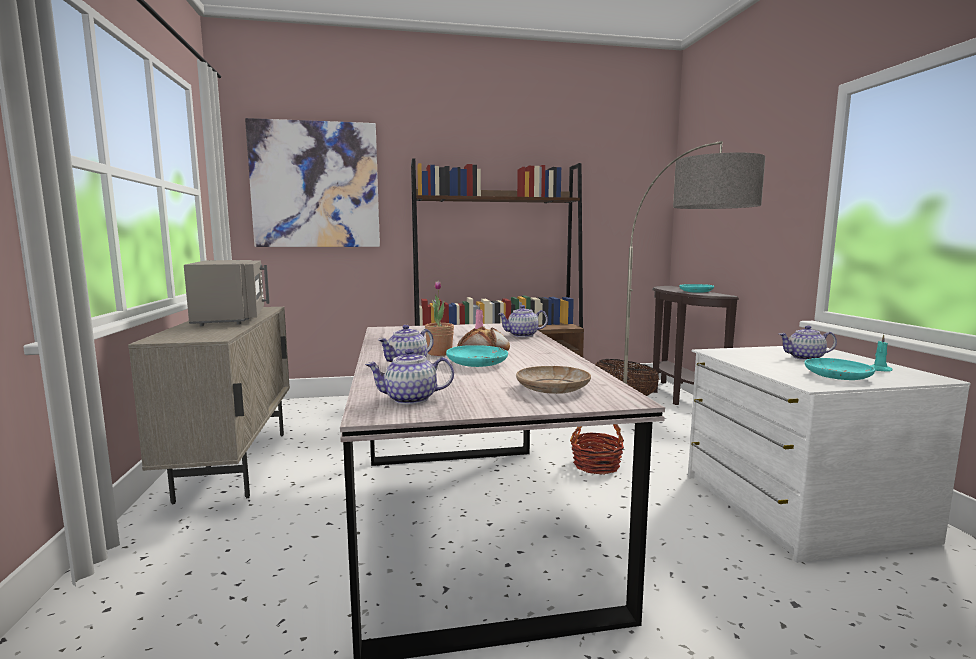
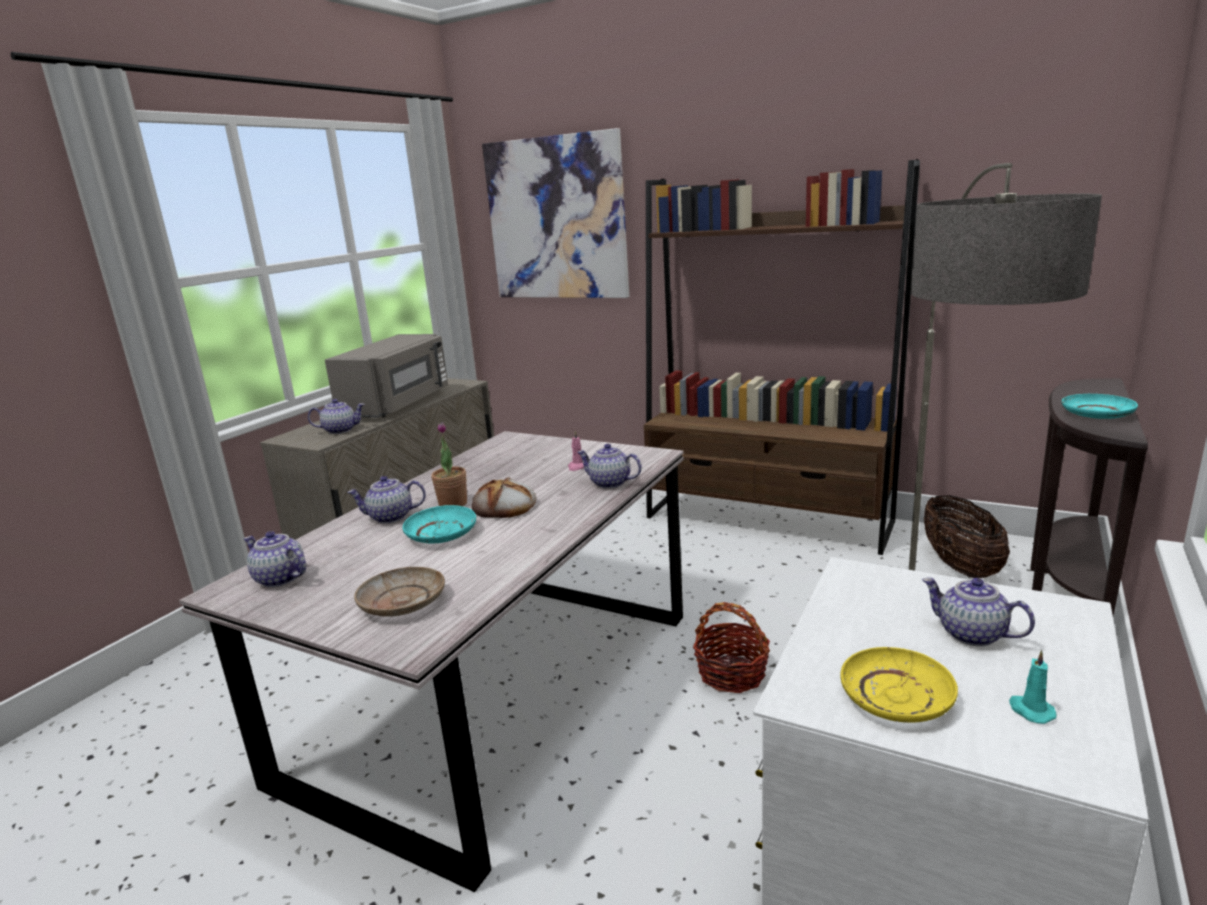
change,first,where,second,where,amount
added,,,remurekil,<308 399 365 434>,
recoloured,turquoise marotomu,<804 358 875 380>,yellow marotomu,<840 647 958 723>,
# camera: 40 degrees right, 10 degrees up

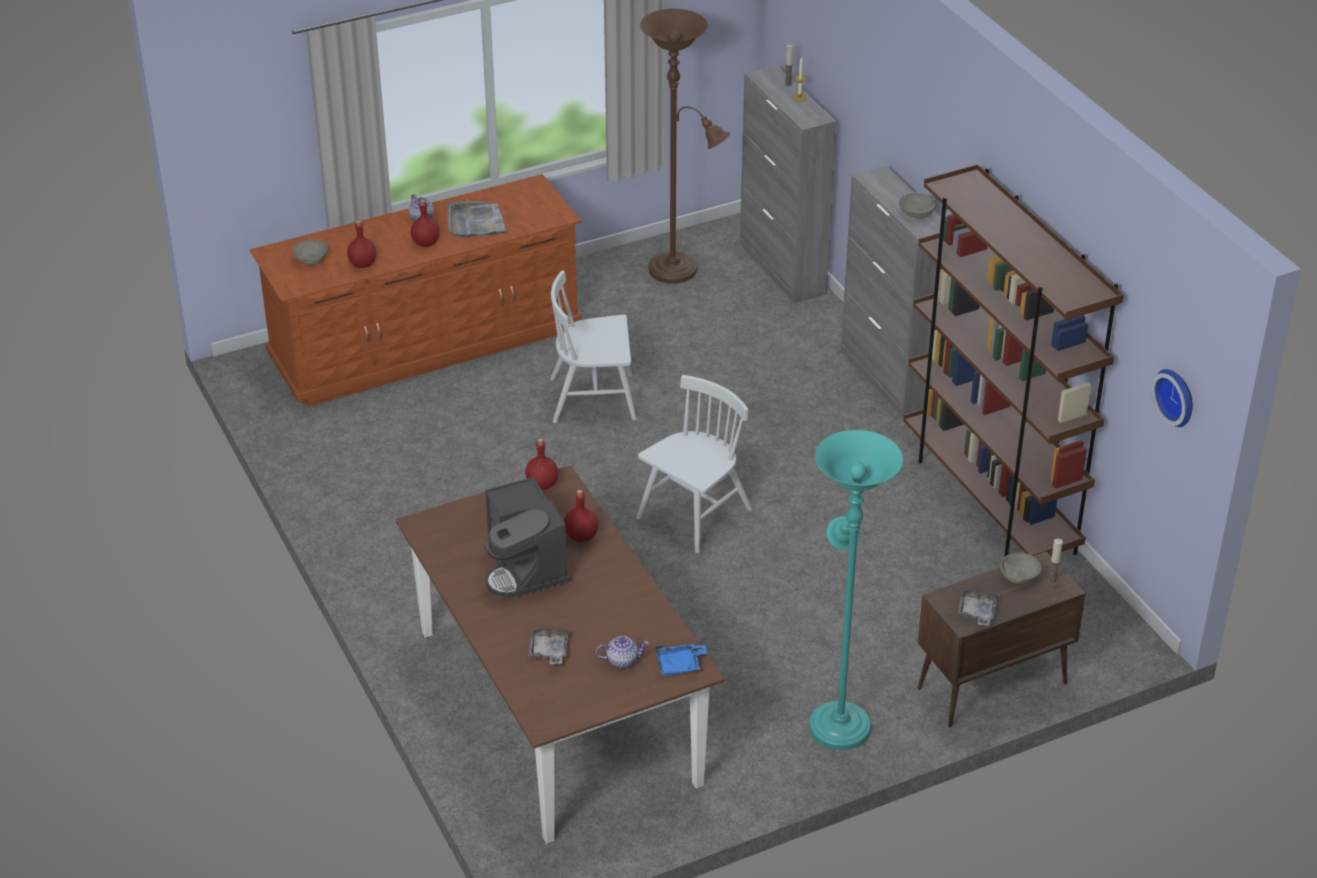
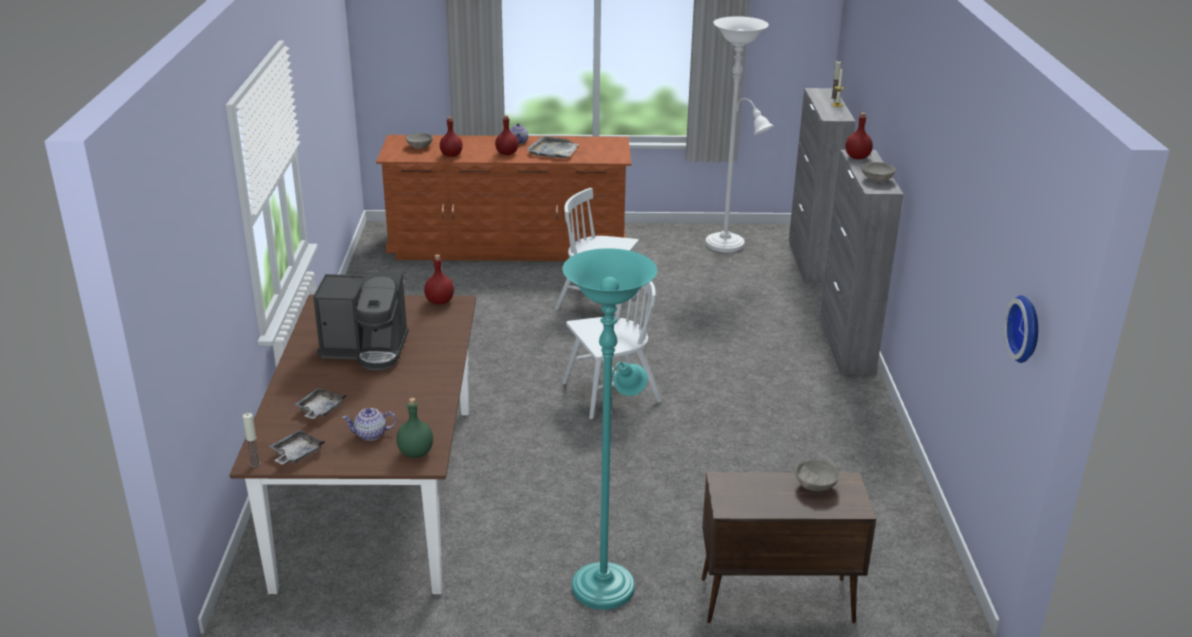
change,first,where,second,where,amount
removed,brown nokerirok,<904 164 1123 557>,,,
moved,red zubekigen,<564 490 598 542>,,<845 113 873 159>,
moved,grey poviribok,<958 589 998 626>,,<268 429 325 465>,
moved,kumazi,<1048 539 1063 585>,,<243 413 260 468>,
replaced,blue poviribok,<656 644 707 676>,green zubekigen,<396 398 433 458>,
recoloured,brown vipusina,<640 9 730 284>,white vipusina,<705 16 774 253>,
turned,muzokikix,<485 477 571 599>,,<313 271 409 371>,90 degrees counterclockwise
turned,remurekil,<596 636 649 669>,,<342 408 397 441>,150 degrees clockwise
# camera: 25 degrees right, 10 degrees down

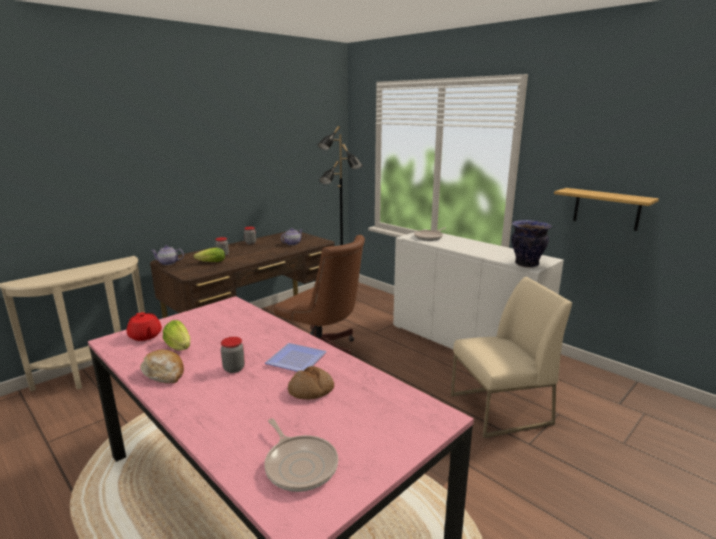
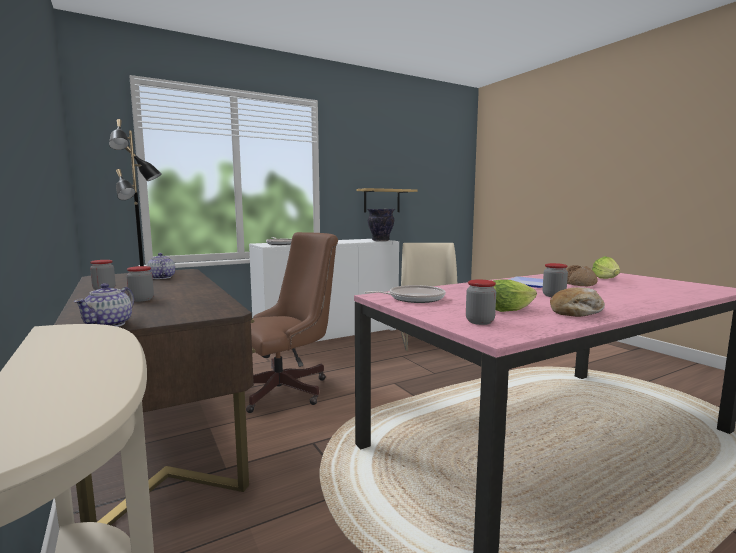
change,first,where,second,where,amount
moved,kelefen,<194 248 225 262>,,<592 256 620 279>,
moved,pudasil,<264 418 338 492>,,<364 285 446 303>,
replaced,red remurekil,<127 312 162 341>,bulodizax,<466 280 496 325>,
# camera: 75 degrees left, 10 degrees down

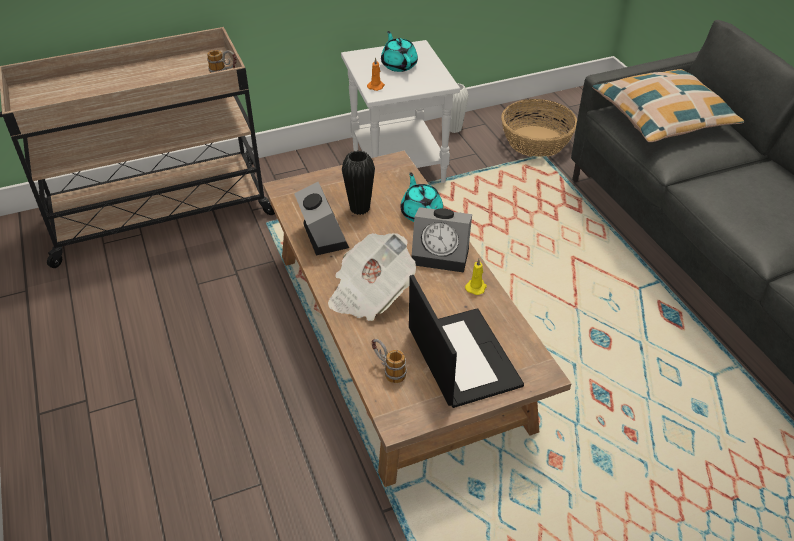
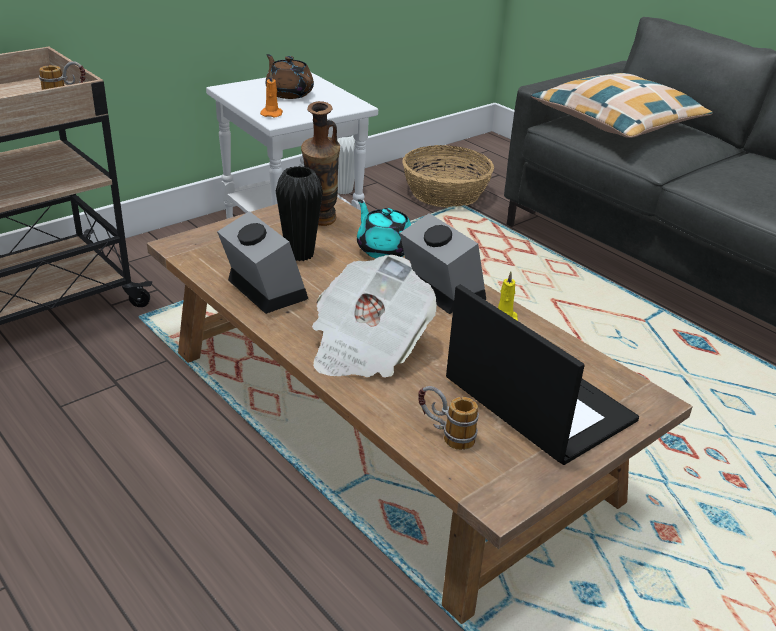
change,first,where,second,where,amount
added,,,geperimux,<301 101 340 226>,
recoloured,turquoise remurekil,<381 31 418 72>,brown remurekil,<266 54 314 99>,
turned,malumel,<411 207 472 273>,,<400 213 486 314>,120 degrees counterclockwise
# camera: 20 degrees left, 10 degrees down

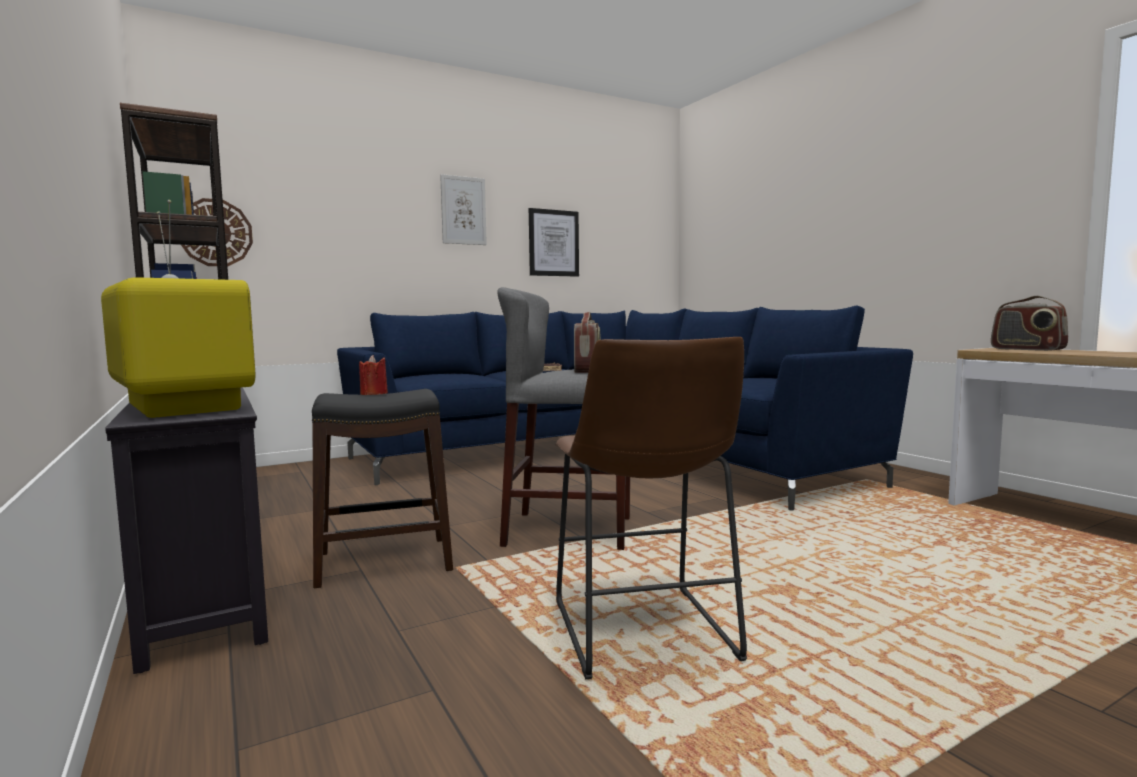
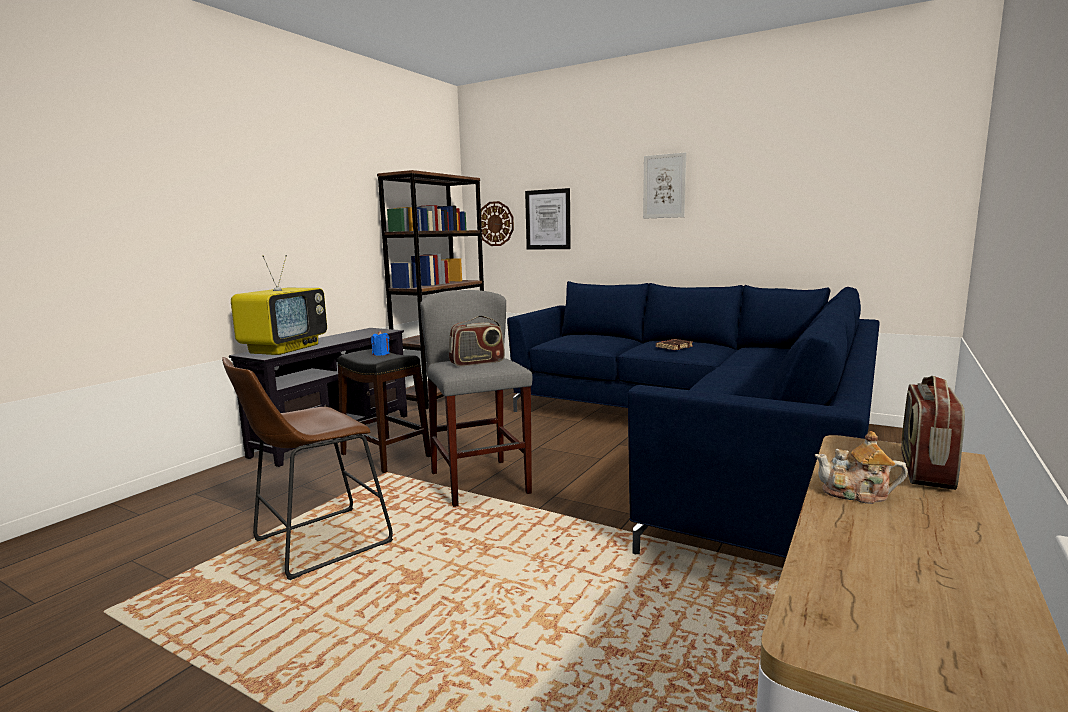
change,first,where,second,where,amount
added,,,remurekil,<815 431 908 504>,
moved,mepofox,<529 208 579 277>,,<525 188 571 250>,
recoloured,red kumazi,<359 355 388 395>,blue kumazi,<371 331 390 356>,
# camera: 60 degrees right, 5 degrees up

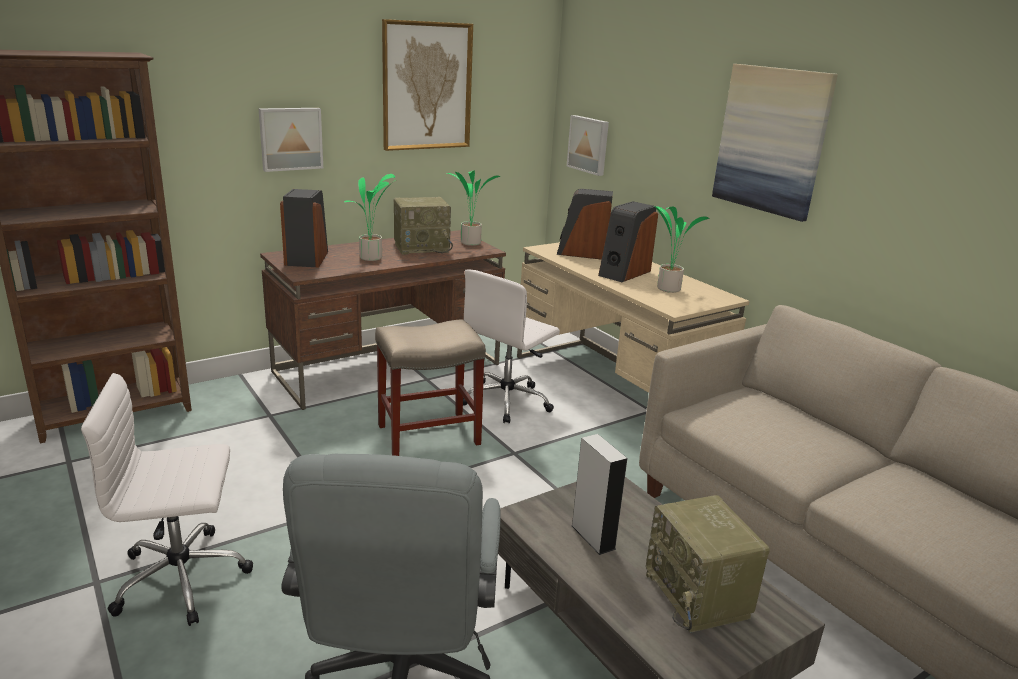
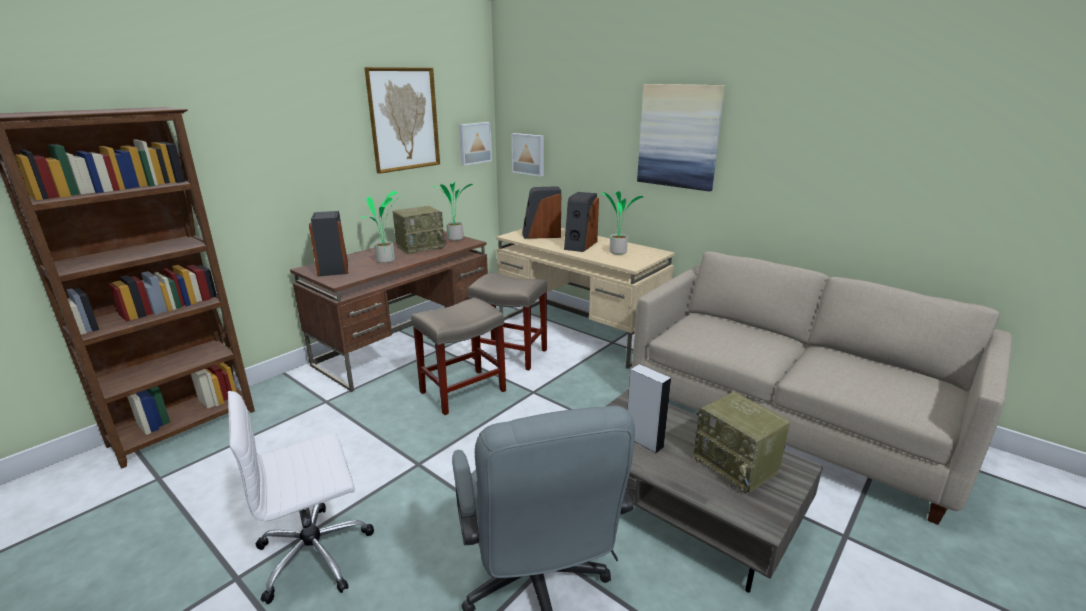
change,first,where,second,where,amount
moved,mepofox,<259 108 323 172>,,<459 122 492 166>,
replaced,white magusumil,<463 269 560 423>,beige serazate,<468 273 547 370>,
# camera: 15 degrees left, 0 degrees up

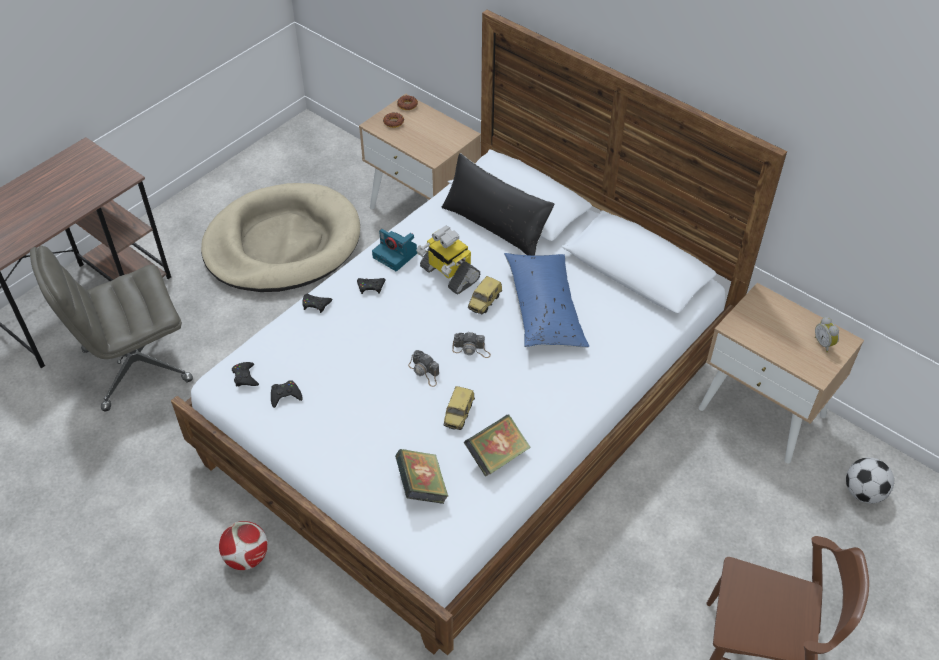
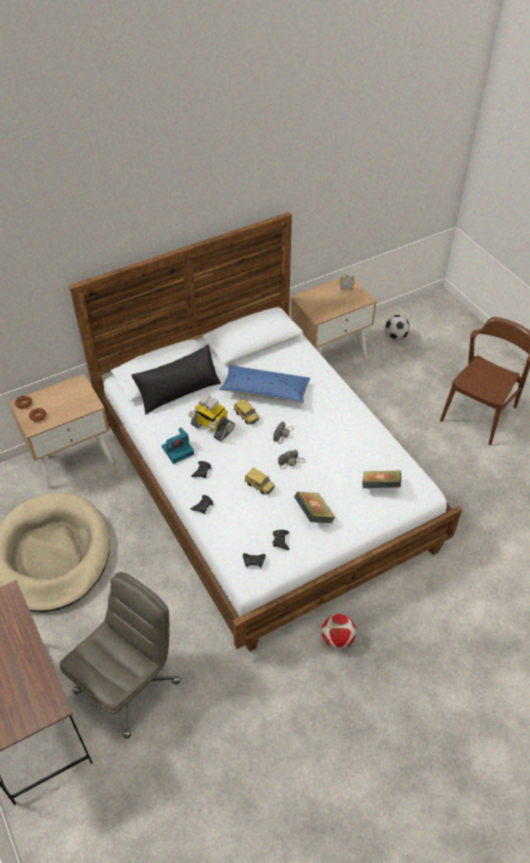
change,first,where,second,where,amount
moved,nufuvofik,<444 386 475 430>,,<245 468 275 495>,
moved,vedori,<464 414 531 477>,,<294 492 335 523>,
turned,grey magusumil,<30 245 193 411>,,<60 572 181 739>,135 degrees counterclockwise
turned,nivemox,<416 226 480 294>,,<188 395 235 441>,60 degrees clockwise
# camera: 70 degrees left, 0 degrees up

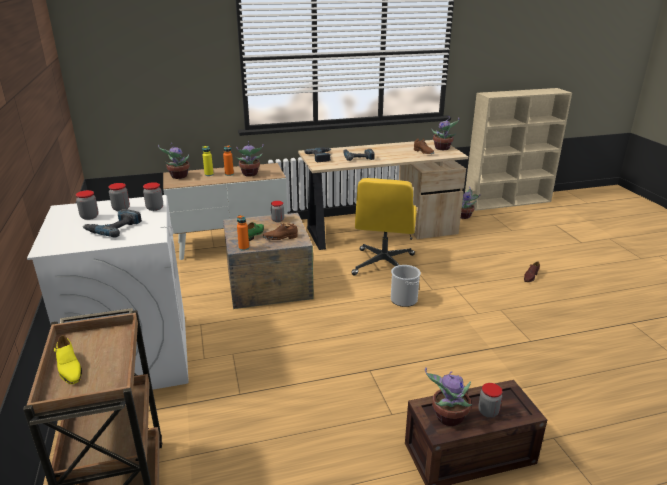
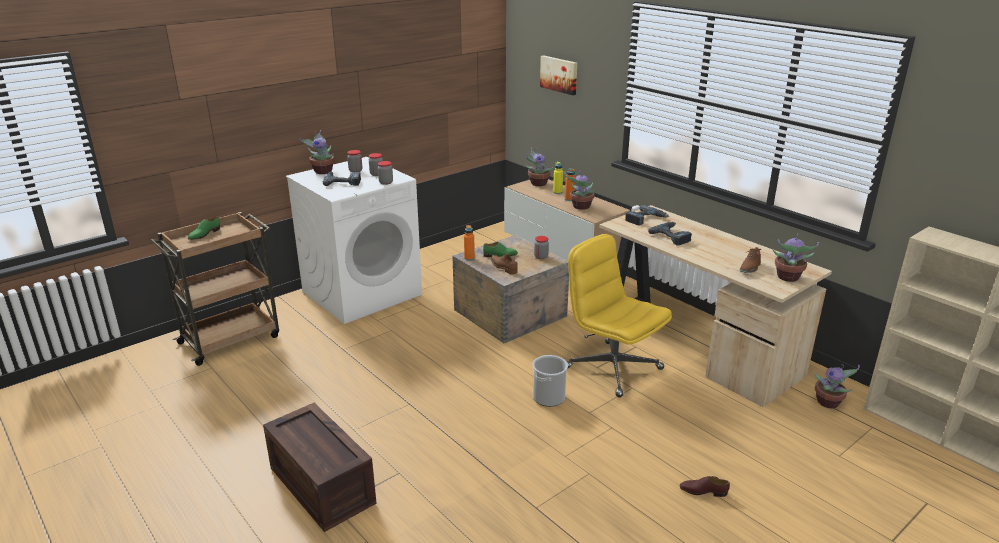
change,first,where,second,where,amount
removed,bulodizax,<478 383 502 418>,,,
added,,,mepofox,<540 56 577 95>,
moved,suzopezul,<425 367 472 426>,,<300 130 334 174>,
recoloured,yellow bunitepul,<54 335 82 384>,green bunitepul,<188 216 220 240>,
turned,yellow magusumil,<351 178 417 276>,,<566 234 672 397>,60 degrees clockwise
# camera: 65 degrees right, 0 degrees up

